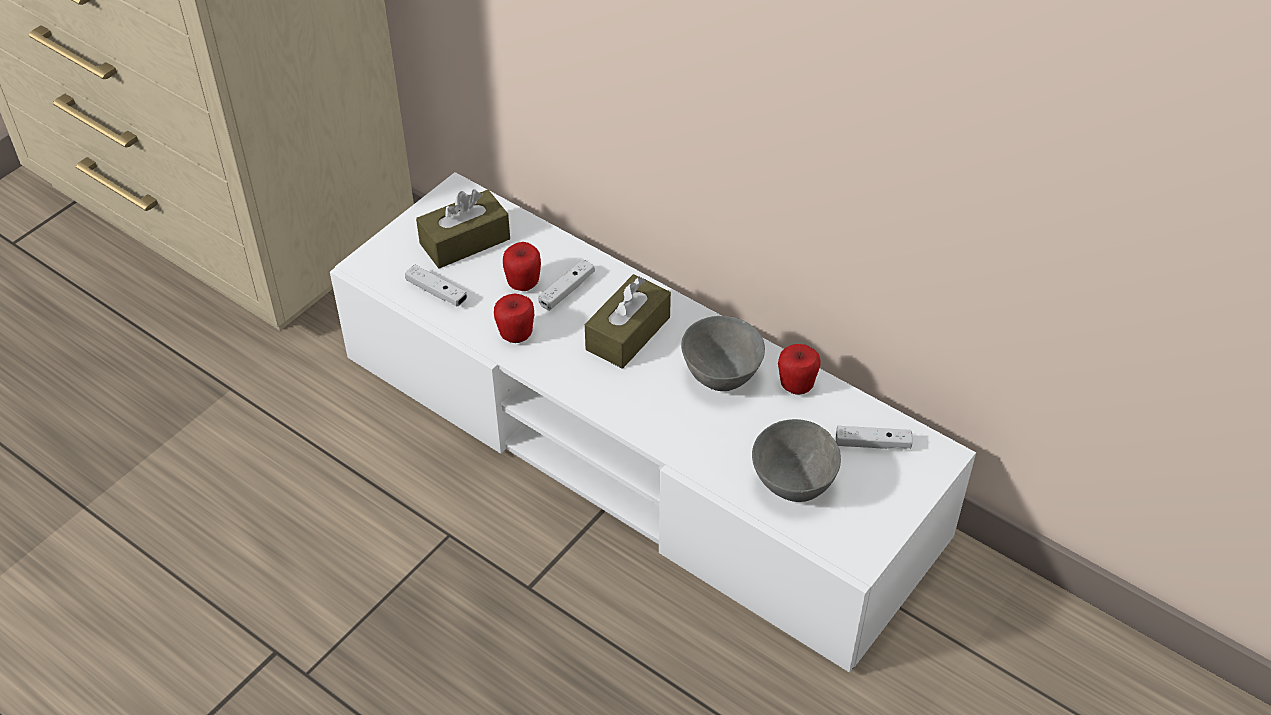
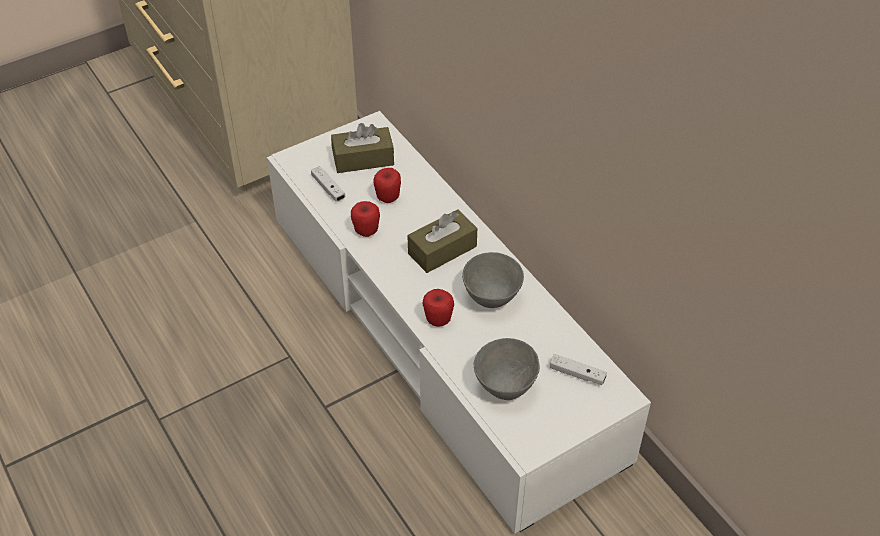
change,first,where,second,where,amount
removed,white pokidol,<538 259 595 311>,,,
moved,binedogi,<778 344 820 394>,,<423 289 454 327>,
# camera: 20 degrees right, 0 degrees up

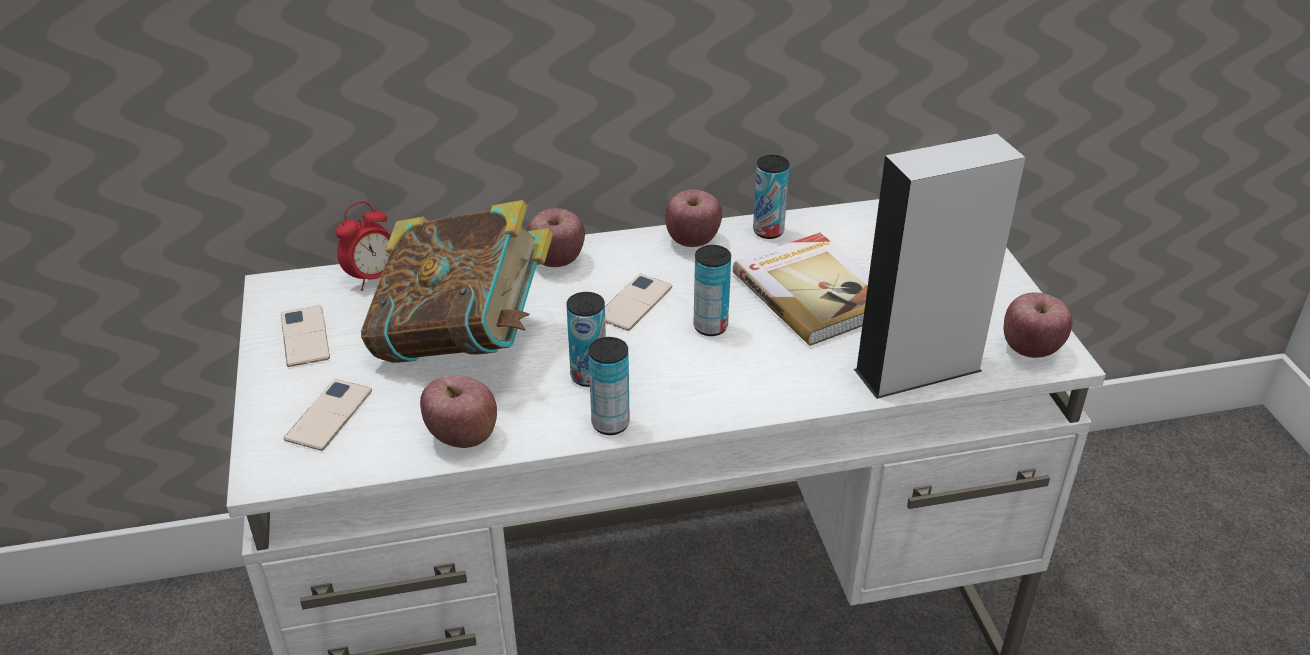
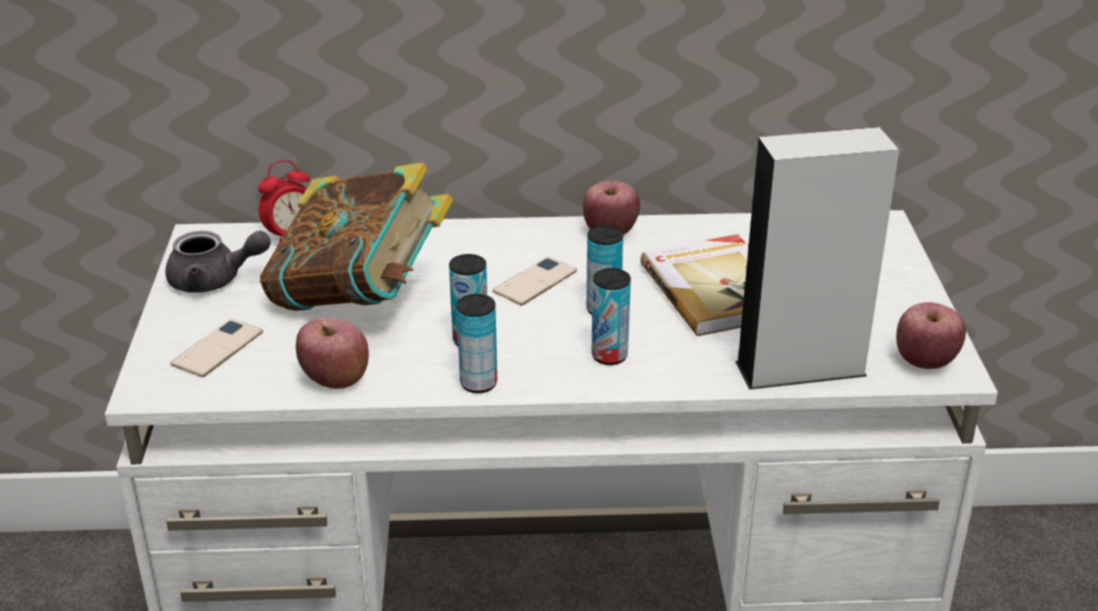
change,first,where,second,where,amount
removed,binedogi,<527 208 585 267>,,,
moved,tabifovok,<753 155 790 239>,,<591 268 631 365>,
replaced,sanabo,<281 305 330 367>,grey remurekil,<165 231 271 293>,
# camera: 10 degrees right, 5 degrees down

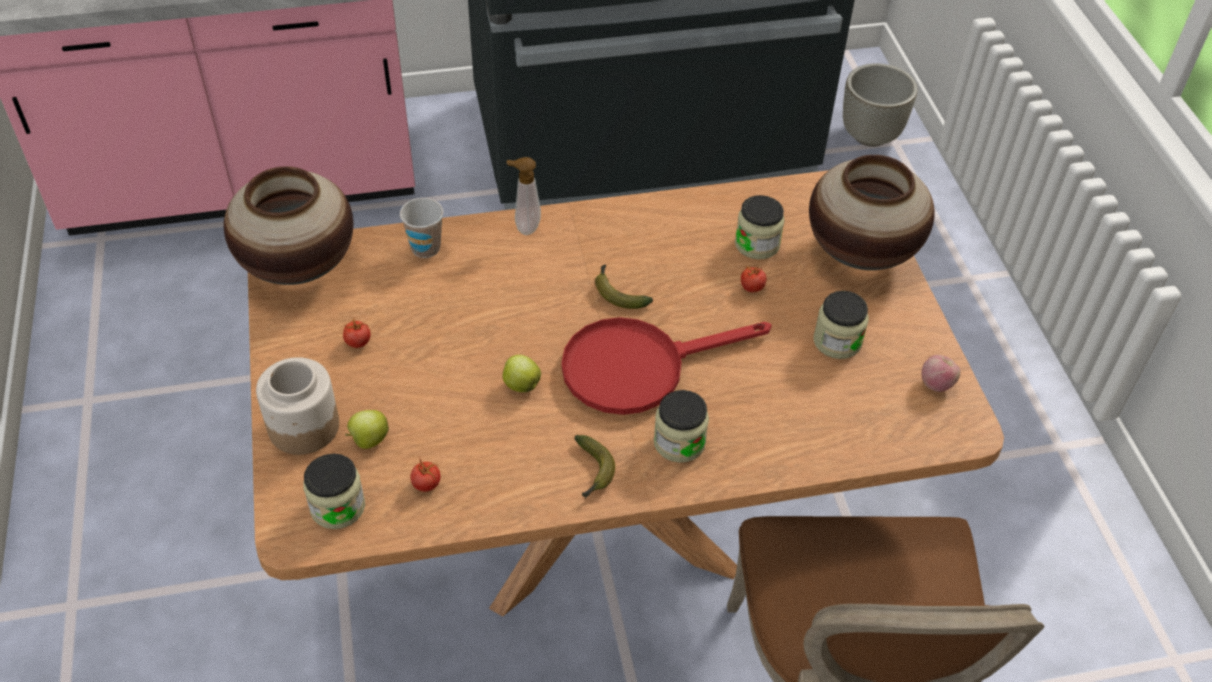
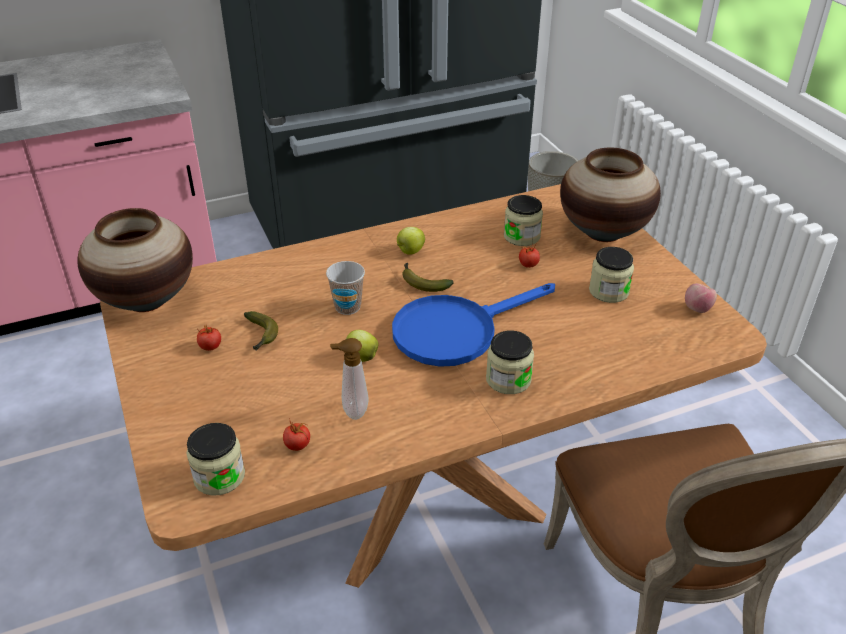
change,first,where,second,where,amount
removed,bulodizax,<256 357 339 455>,,,
moved,binedogi,<345 410 389 449>,,<397 227 425 255>,
moved,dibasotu,<400 198 443 258>,,<326 261 365 315>,
moved,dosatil,<506 157 541 235>,,<330 338 369 420>,
moved,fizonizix,<574 435 615 499>,,<244 311 278 351>,
recoloured,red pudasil,<562 317 772 415>,blue pudasil,<392 283 555 367>,
# camera: 10 degrees left, 10 degrees down

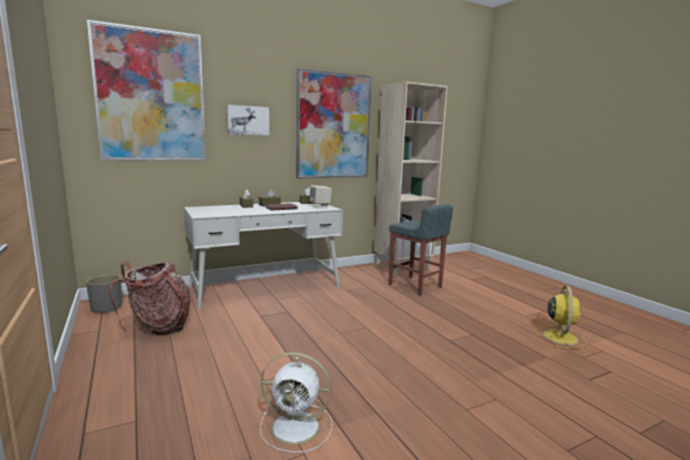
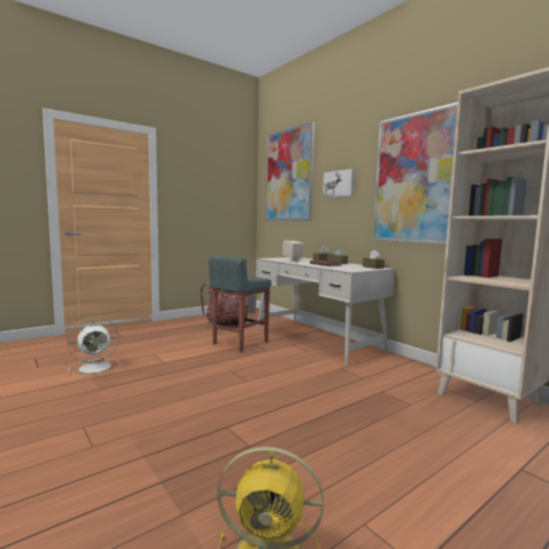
change,first,where,second,where,amount
moved,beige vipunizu,<309 185 332 208>,,<282 241 304 261>,
moved,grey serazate,<388 204 453 296>,,<209 256 271 352>,
turned,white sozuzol,<260 352 332 453>,,<67 317 120 377>,120 degrees counterclockwise
# camera: 80 degrees right, 5 degrees down

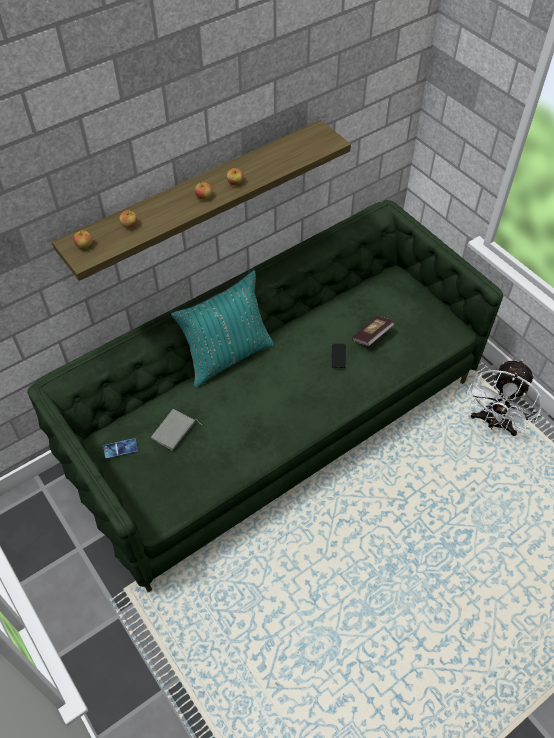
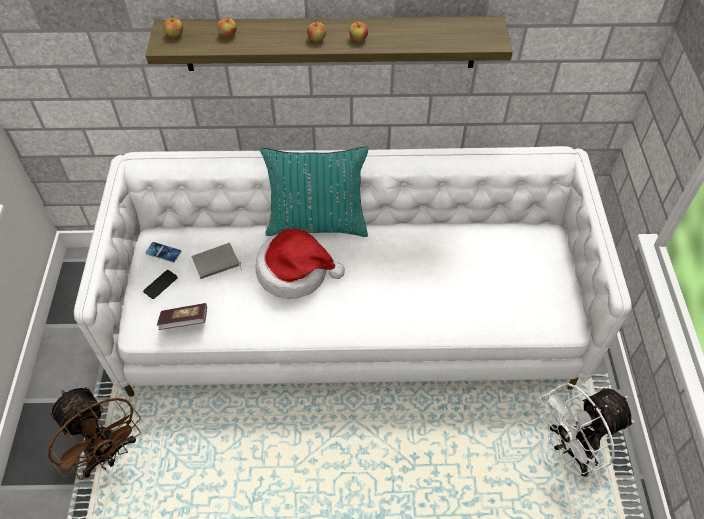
change,first,where,second,where,amount
added,,,brown sozuzol,<48 387 141 480>,
added,,,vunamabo,<256 229 345 299>,
moved,sanabo,<332 344 346 368>,,<143 270 178 299>,
moved,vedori,<352 316 395 346>,,<157 303 207 330>,
recoloured,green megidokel,<27 200 503 592>,white megidokel,<74 146 632 396>,
# camera: 35 degrees right, 0 degrees up

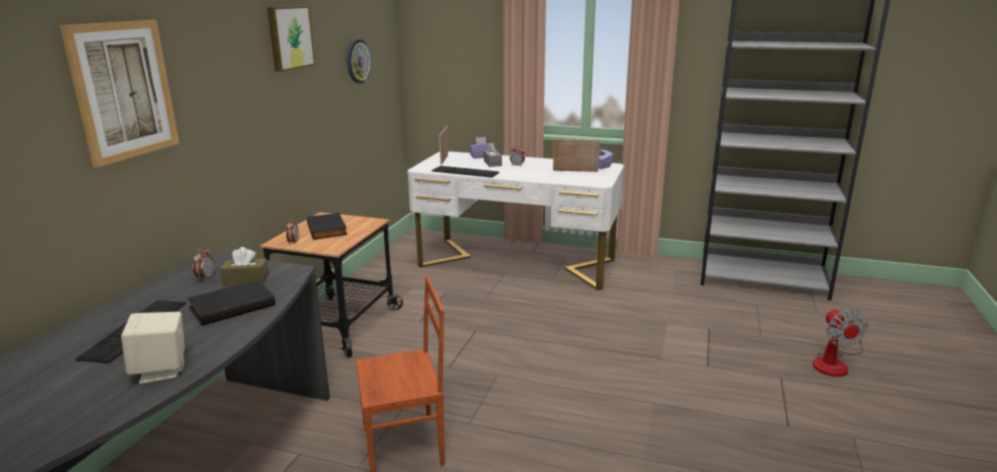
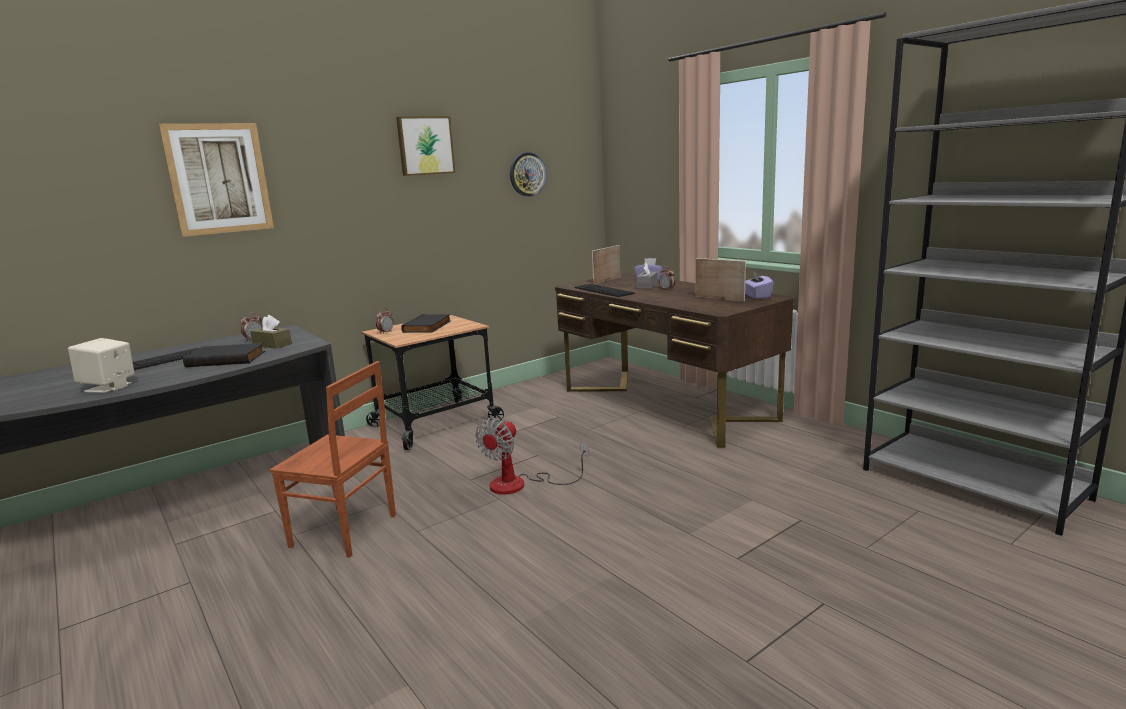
change,first,where,second,where,amount
moved,sozuzol,<813 308 868 377>,,<475 418 589 495>,
recoloured,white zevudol,<407 151 624 290>,brown zevudol,<555 274 794 448>,
# camera: 35 degrees right, 5 degrees down

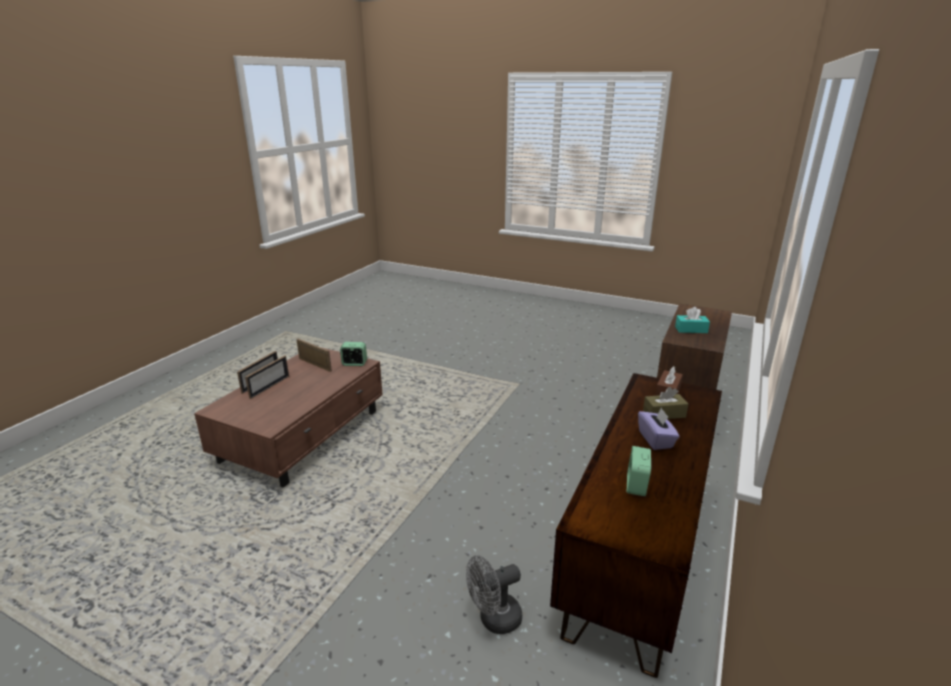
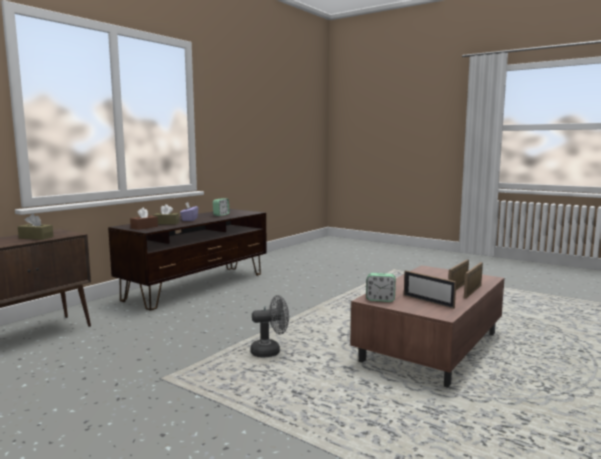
change,first,where,second,where,amount
moved,grey sozuzol,<466 555 522 634>,,<250 295 289 358>,
recoloured,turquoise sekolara,<675 307 710 333>,brown sekolara,<18 214 54 240>,
# camera: 170 degrees left, 15 degrees down

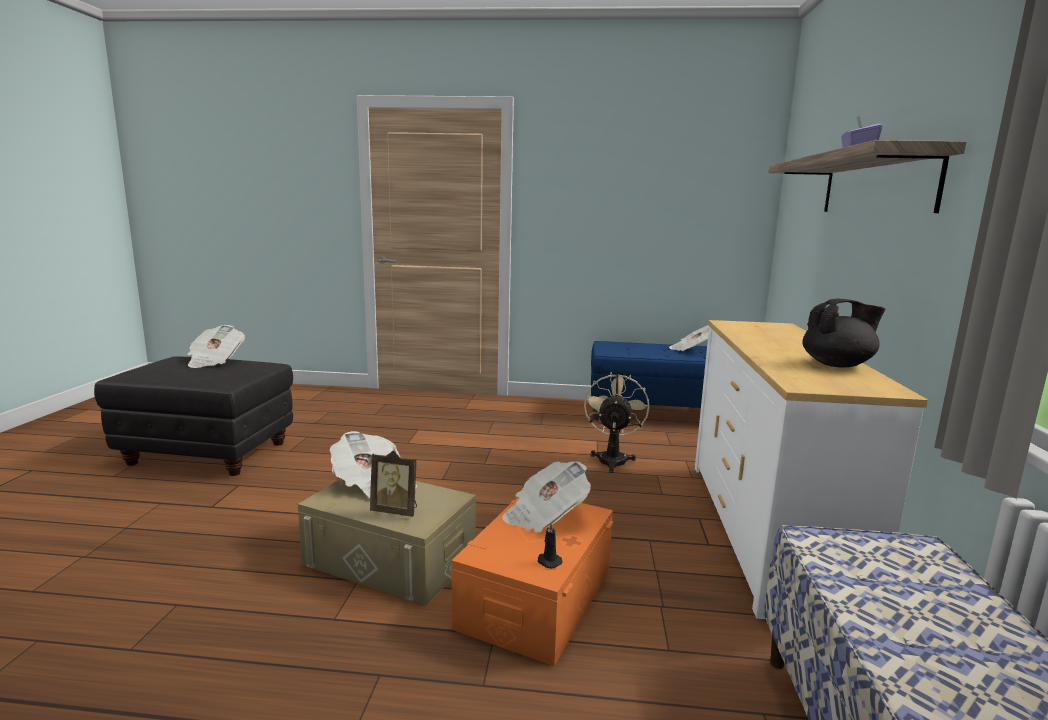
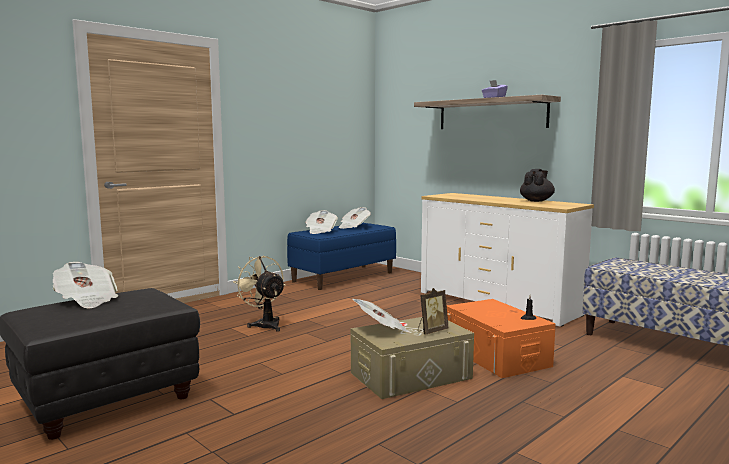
change,first,where,second,where,amount
moved,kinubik,<502 461 591 533>,,<305 210 338 234>,
moved,beige sozuzol,<584 372 649 473>,,<233 256 285 332>,
# camera: 50 degrees left, 5 degrees down

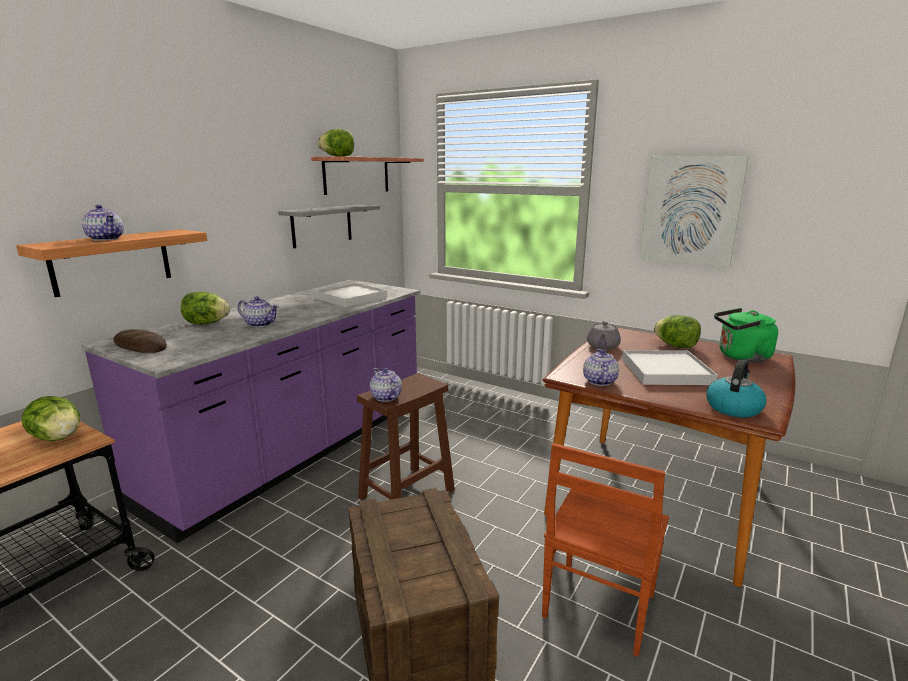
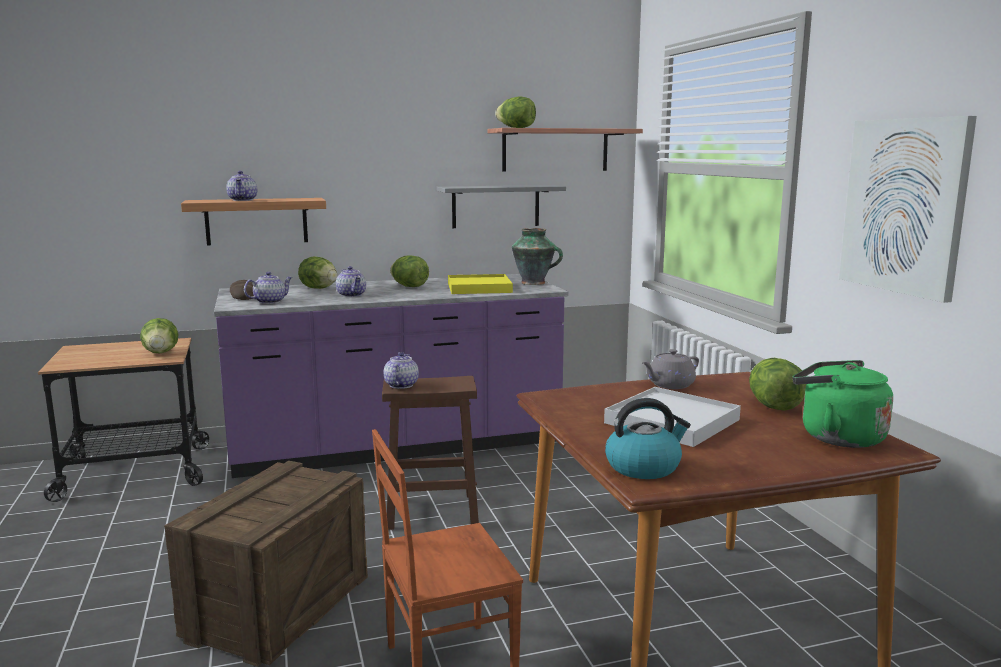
change,first,where,second,where,amount
added,,,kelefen,<390 255 429 287>,
added,,,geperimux,<512 228 563 285>,
moved,remurekil,<583 349 619 386>,,<244 272 293 304>,
recoloured,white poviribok,<314 283 387 307>,yellow poviribok,<448 274 513 294>,
# camera: 40 degrees right, 5 degrees down

